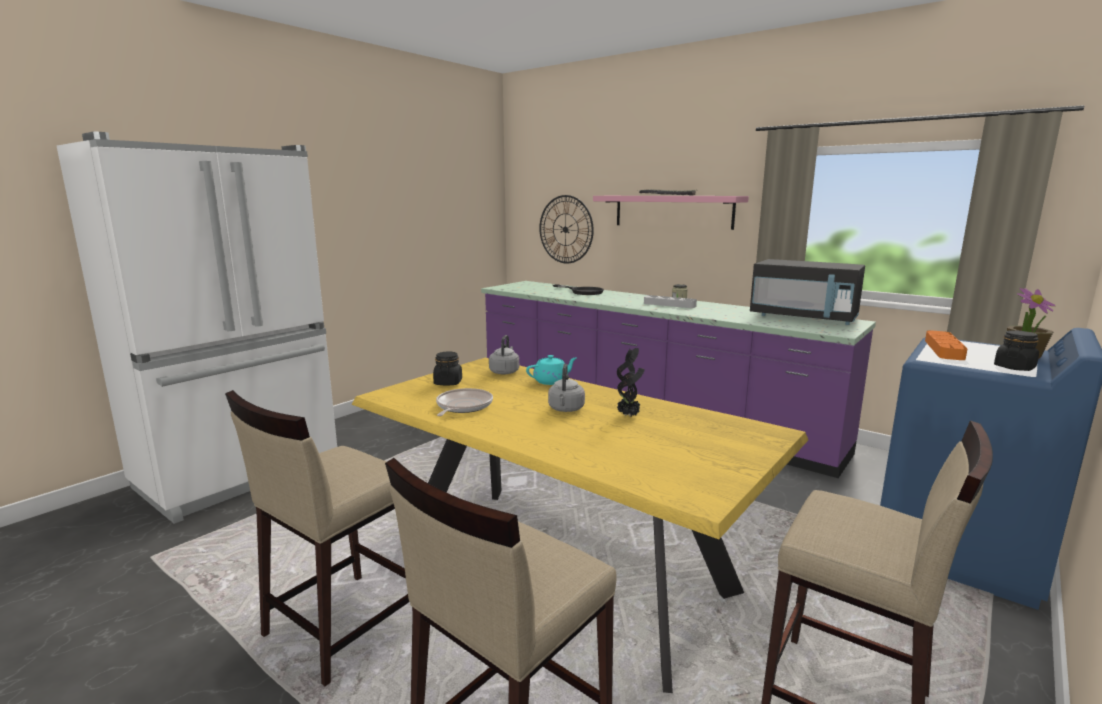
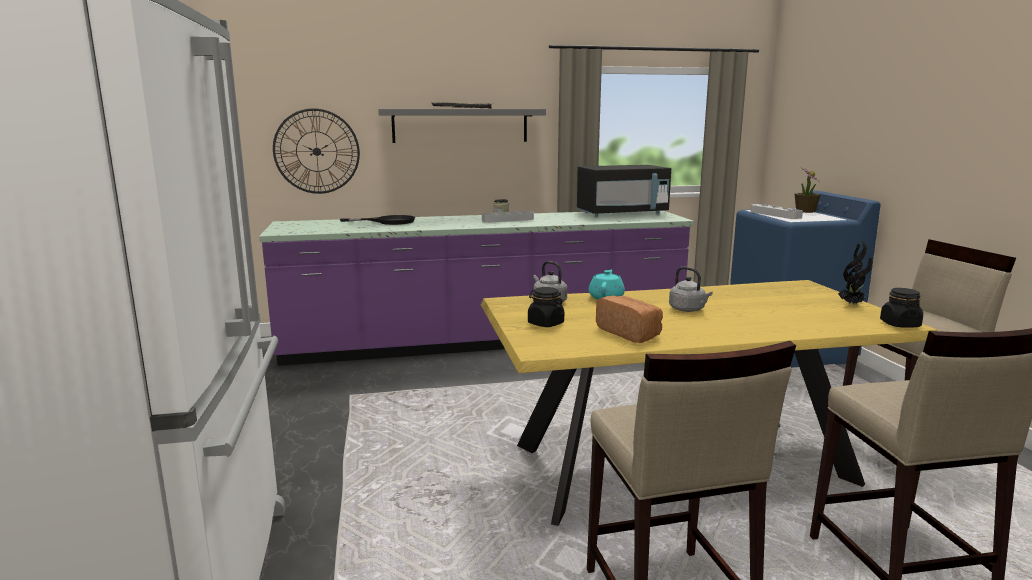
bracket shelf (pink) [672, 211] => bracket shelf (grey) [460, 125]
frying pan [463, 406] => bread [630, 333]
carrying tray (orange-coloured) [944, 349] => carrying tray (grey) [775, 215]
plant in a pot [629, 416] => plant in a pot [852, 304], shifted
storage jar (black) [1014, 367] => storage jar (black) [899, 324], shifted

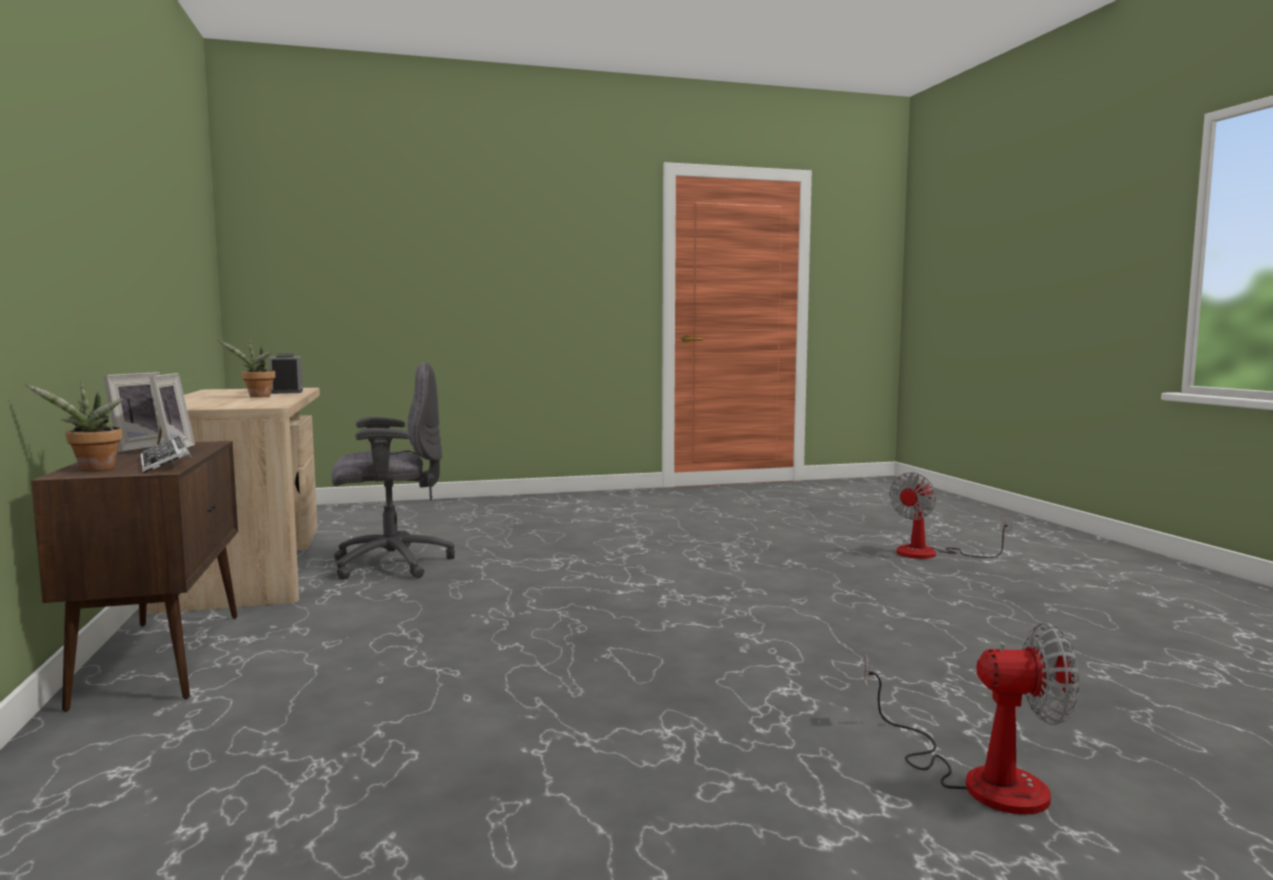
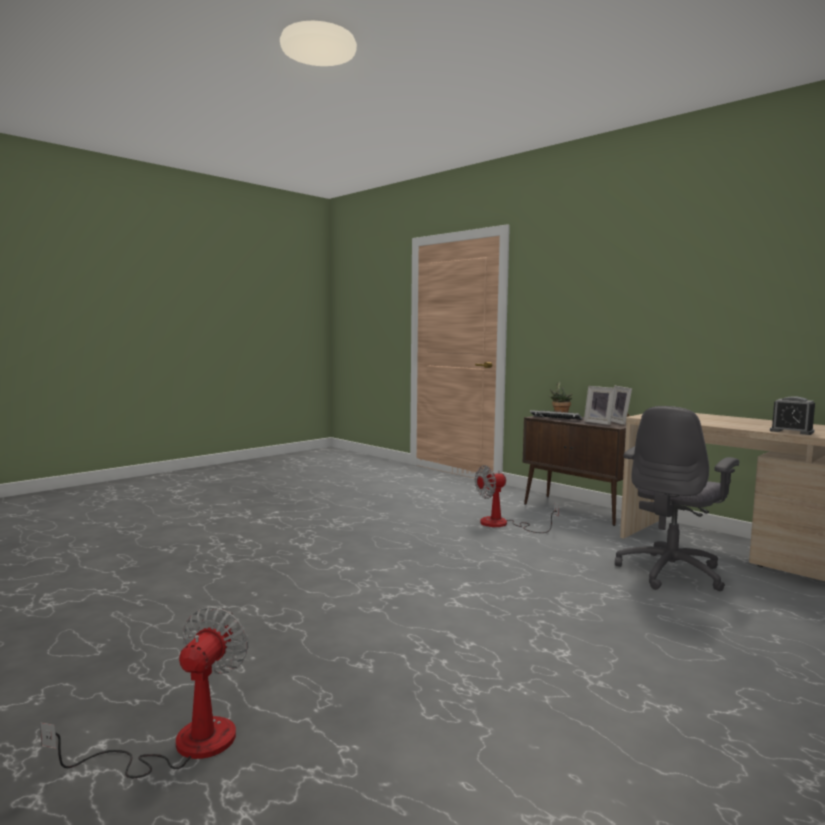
cooling fan [980, 778] => cooling fan [503, 524], shifted
plant in a pot [257, 397] => nothing

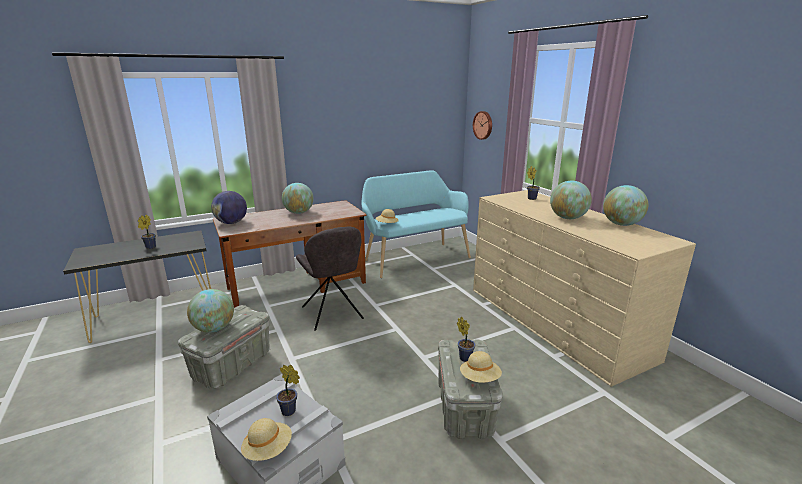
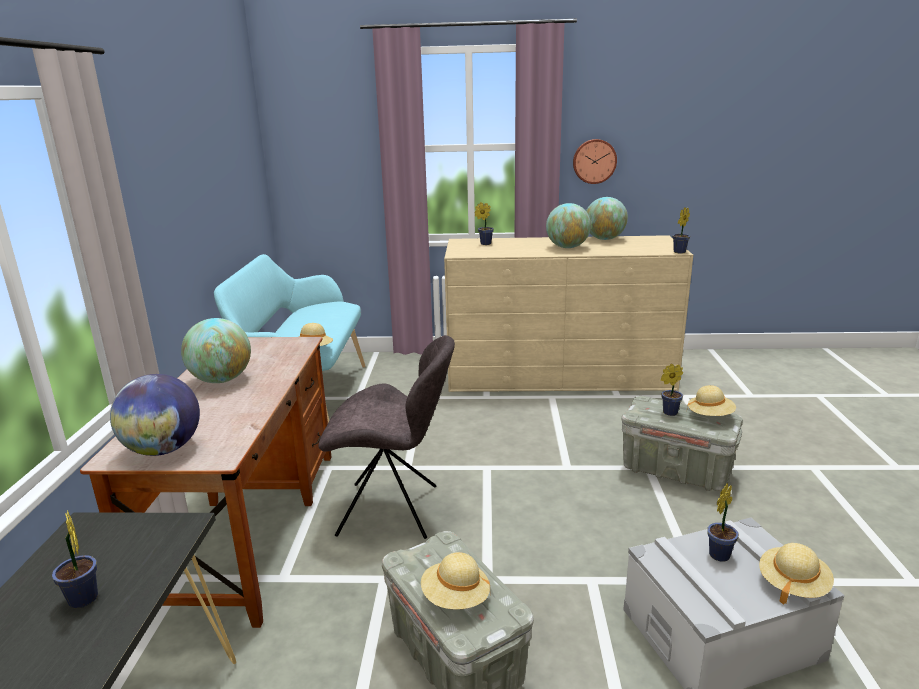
world globe [214, 329] => hat (beige-coloured) [455, 598]
hanging clock [483, 125] => hanging clock [594, 161], shifted
nothing => plant in a pot [678, 252]

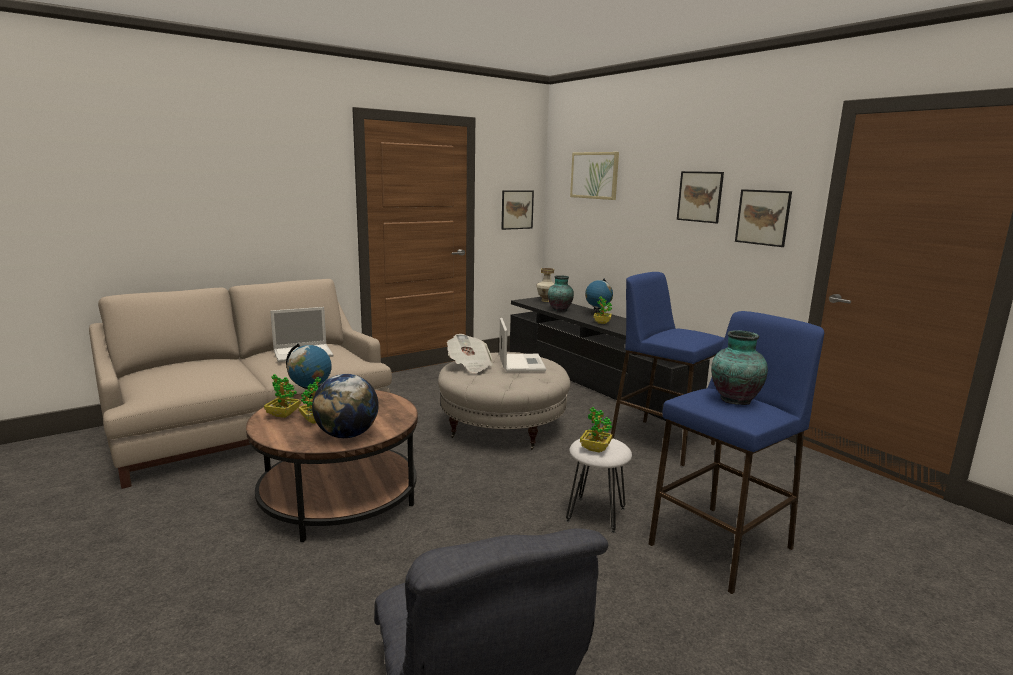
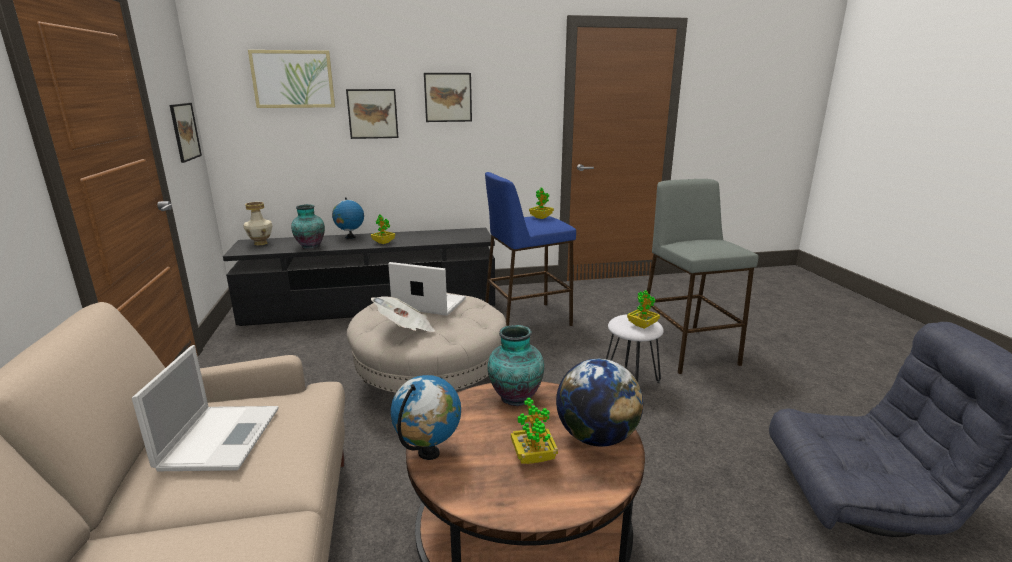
wall art [762, 217] => wall art [372, 114], shifted
decorative vase [734, 399] => decorative vase [514, 397], shifted
plant in a pot [283, 415] => plant in a pot [541, 217], shifted
stool seat (bluish) [721, 546] => stool seat (grey) [687, 349]

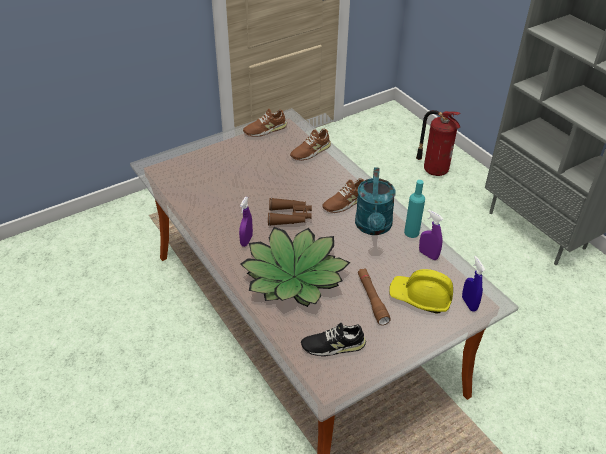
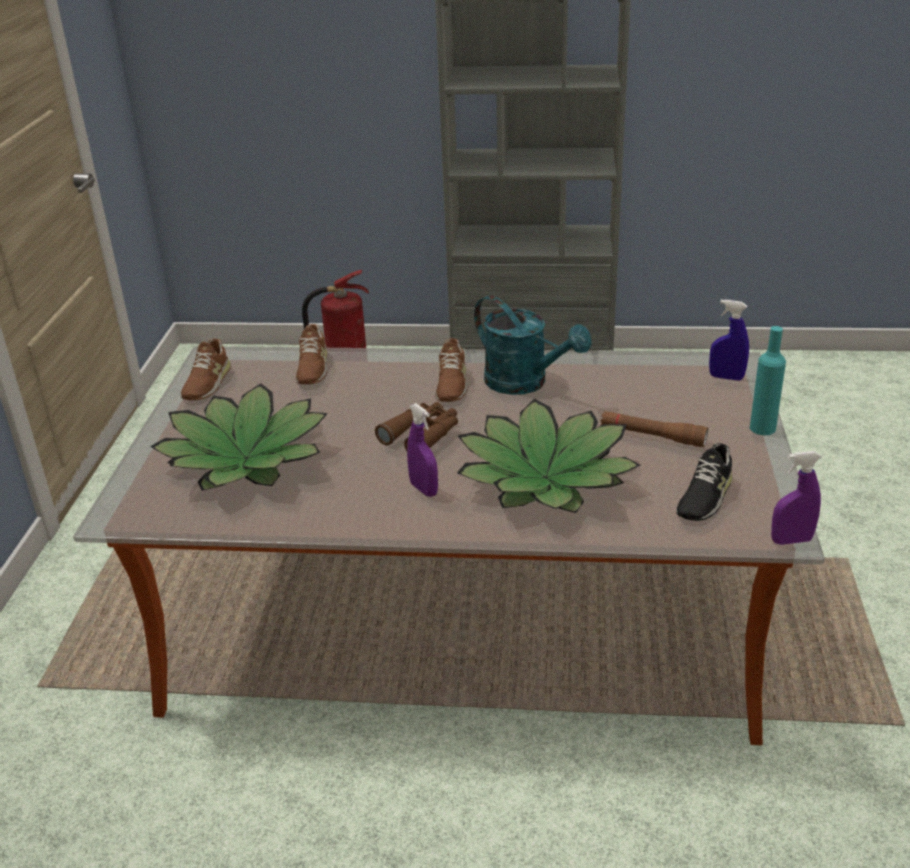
nothing => plant in a pot [245, 458]
bottle (turquoise-coloured) [411, 232] => bottle (turquoise-coloured) [762, 428], shifted
spray bottle (purple) [428, 255] => spray bottle (purple) [791, 540], shifted
work helmet (yellow-coloured) [420, 297] => nothing

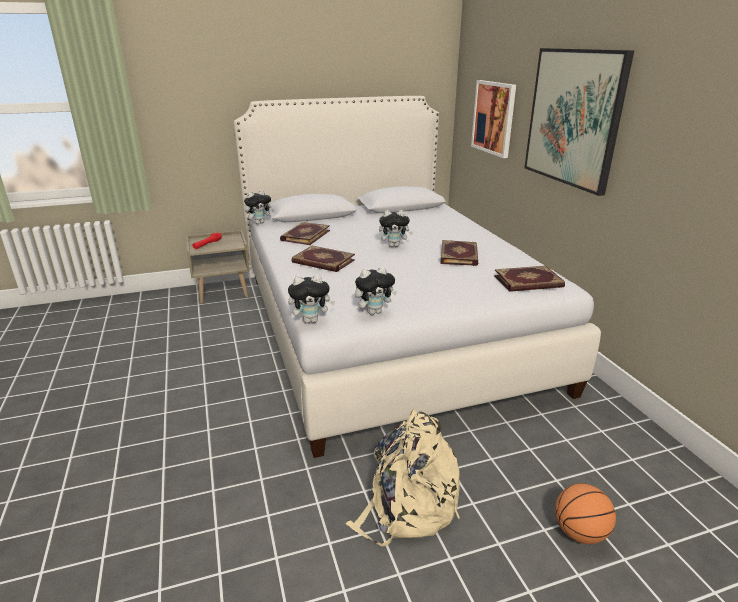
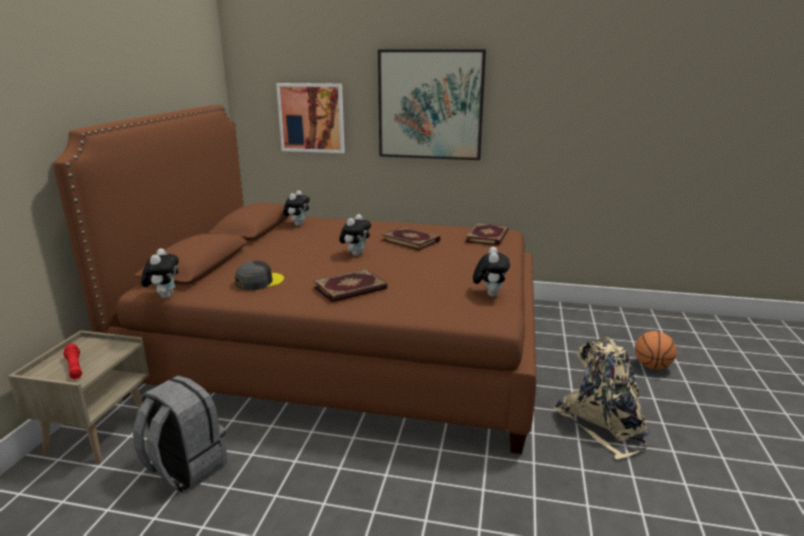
bedroom bed (whitish) [385, 328] => bedroom bed (brown) [346, 349]
nothing => knapsack (grey) [185, 468]
bound book [305, 235] => baseball cap (grey) [259, 282]
plush toy [311, 320] => plush toy [297, 225], shifted

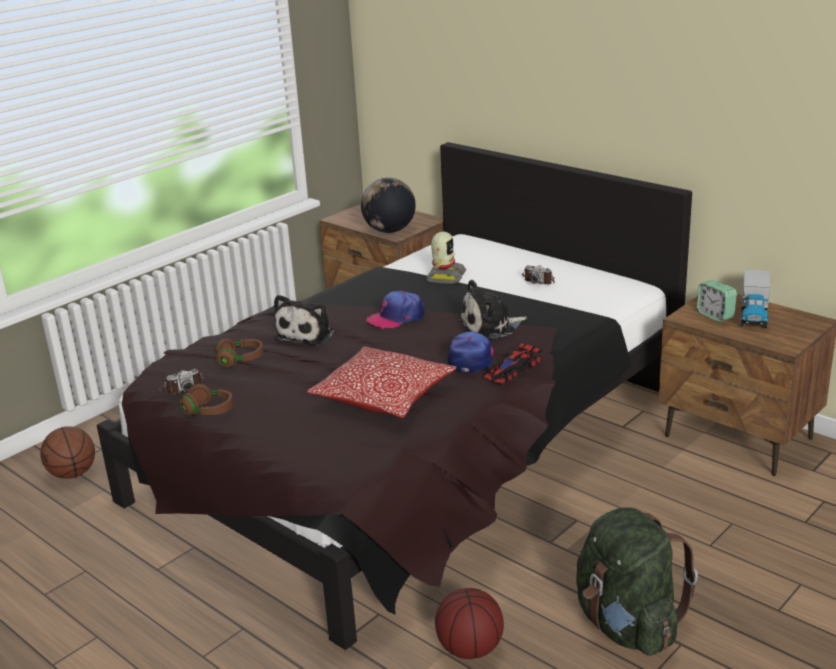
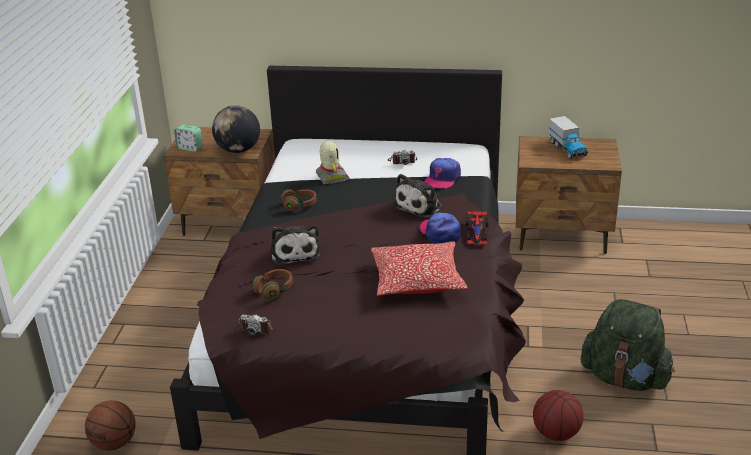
table clock [715, 315] => table clock [190, 148], shifted
still camera [182, 387] => still camera [256, 327], 75 degrees clockwise
pair of headphones (brown) [209, 411] => pair of headphones (brown) [299, 205], shifted
baseball cap [396, 317] => baseball cap [442, 178], shifted

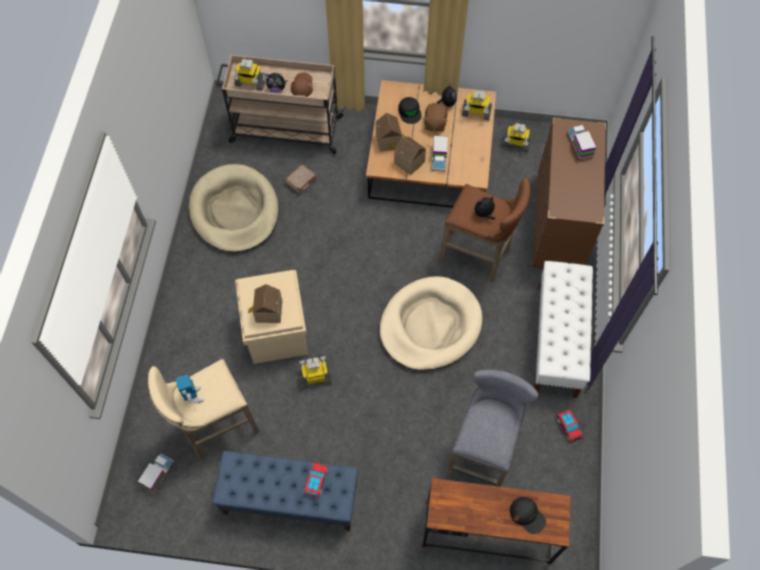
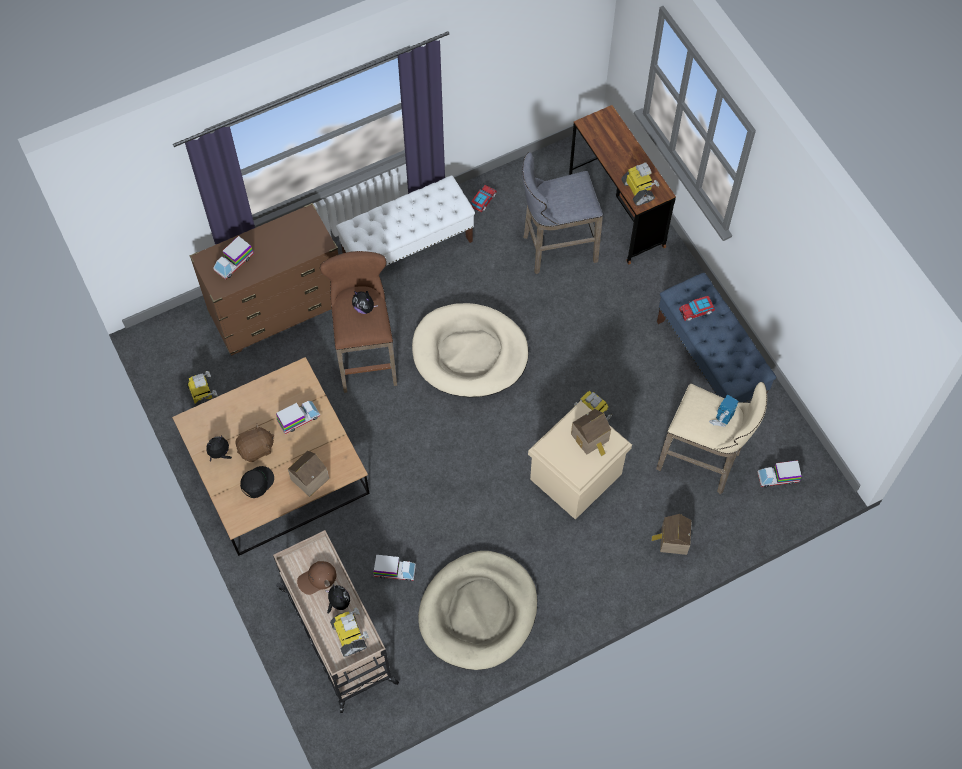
bound book (brown) [302, 181] => toy truck [395, 571]
robot figure [476, 113] => robot figure [638, 190], shifted
miniature house [410, 161] => miniature house [672, 541], shifted
baseball cap (black) [527, 515] => nothing

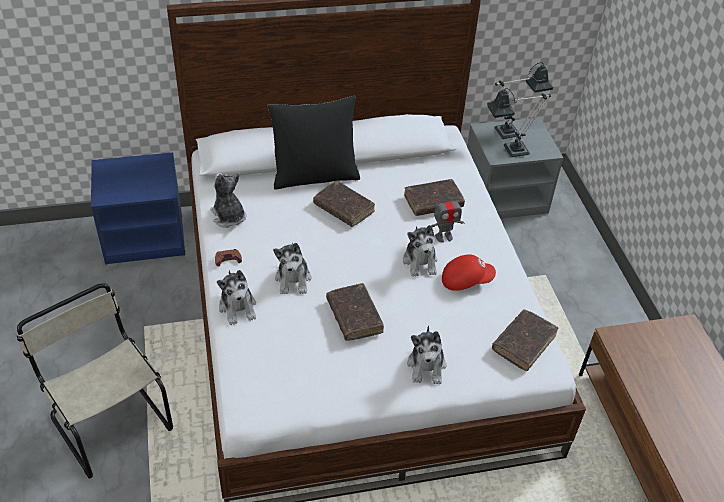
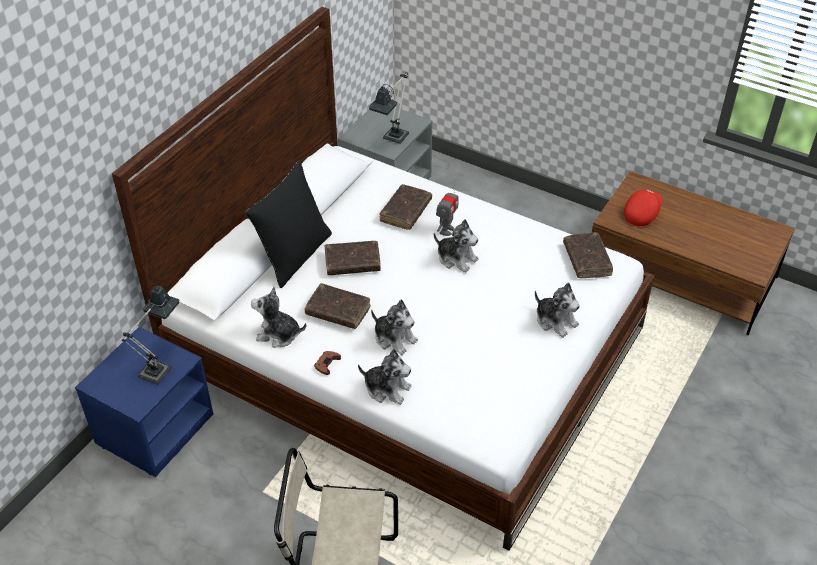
table lamp [512, 131] => table lamp [159, 367], shifted
bound book (brown) [354, 317] => bound book (brown) [338, 311], shifted
baseball cap (reddish) [466, 280] => baseball cap (reddish) [641, 213], shifted

